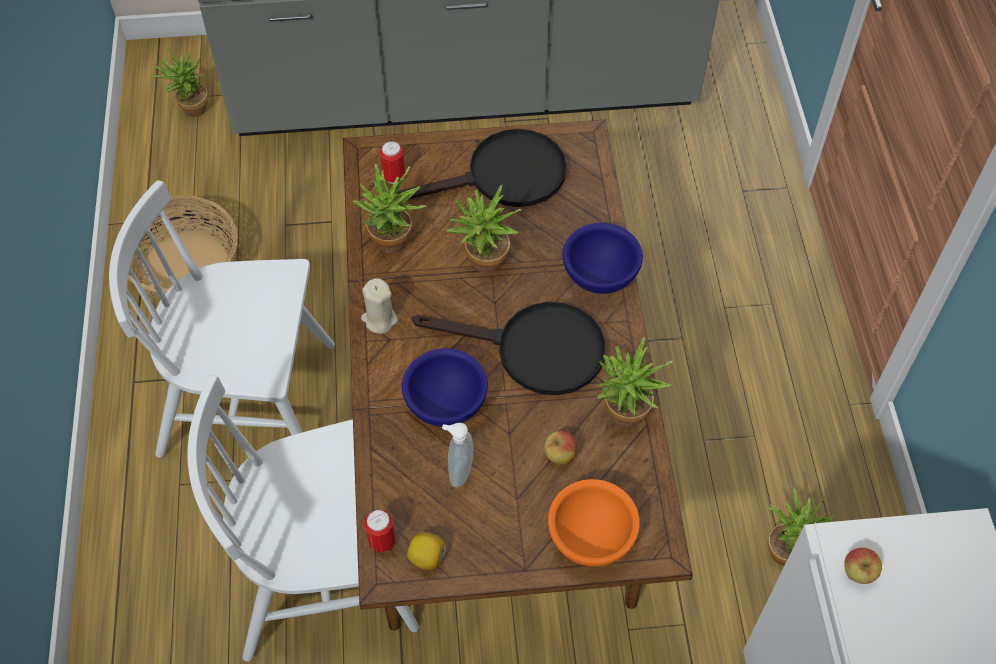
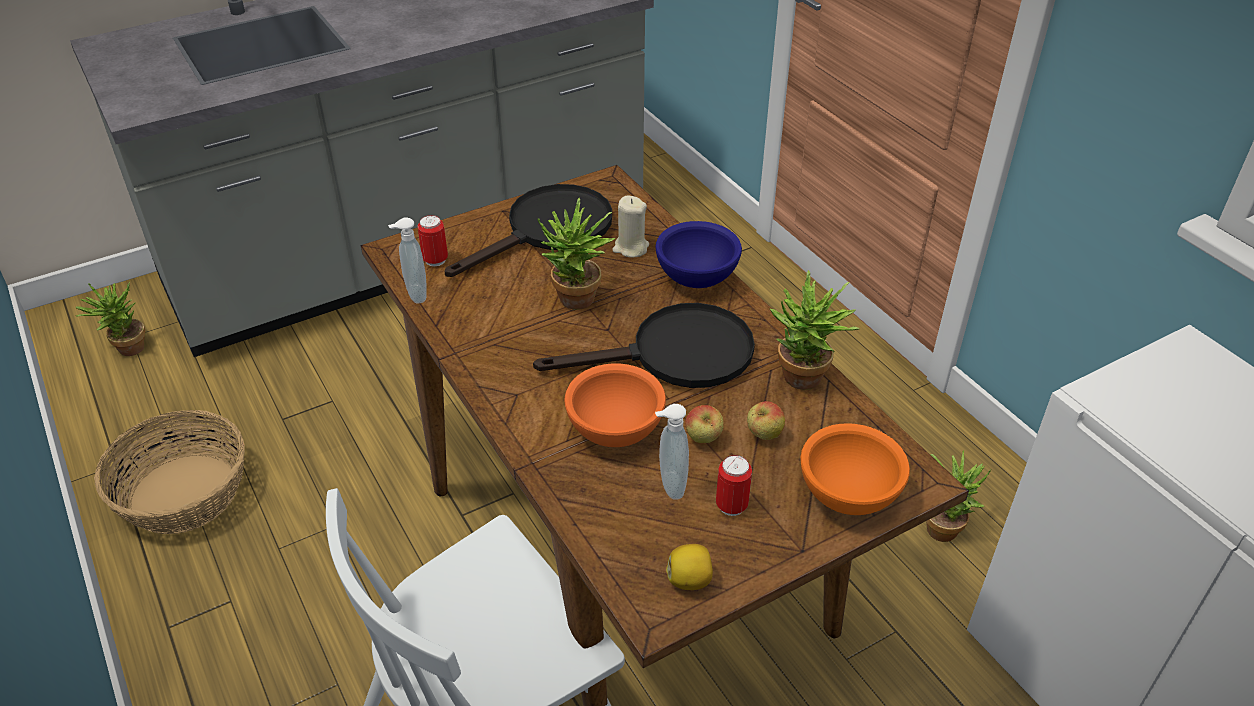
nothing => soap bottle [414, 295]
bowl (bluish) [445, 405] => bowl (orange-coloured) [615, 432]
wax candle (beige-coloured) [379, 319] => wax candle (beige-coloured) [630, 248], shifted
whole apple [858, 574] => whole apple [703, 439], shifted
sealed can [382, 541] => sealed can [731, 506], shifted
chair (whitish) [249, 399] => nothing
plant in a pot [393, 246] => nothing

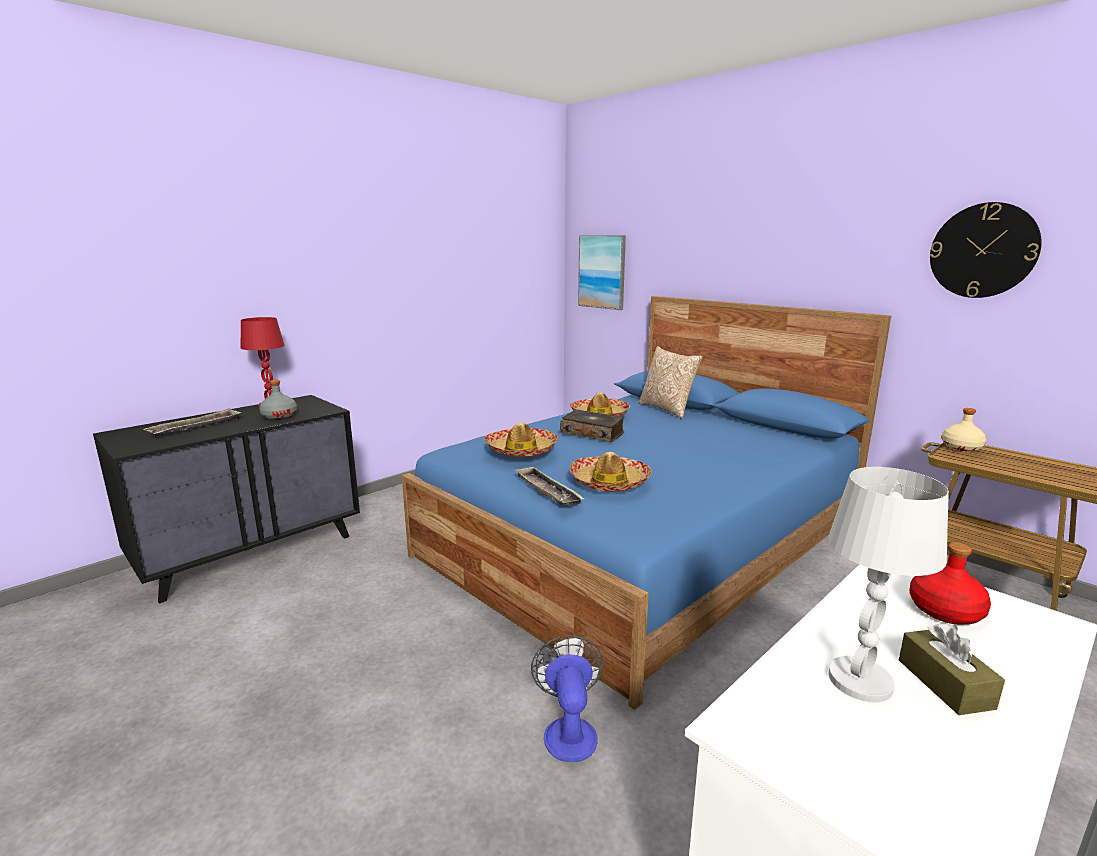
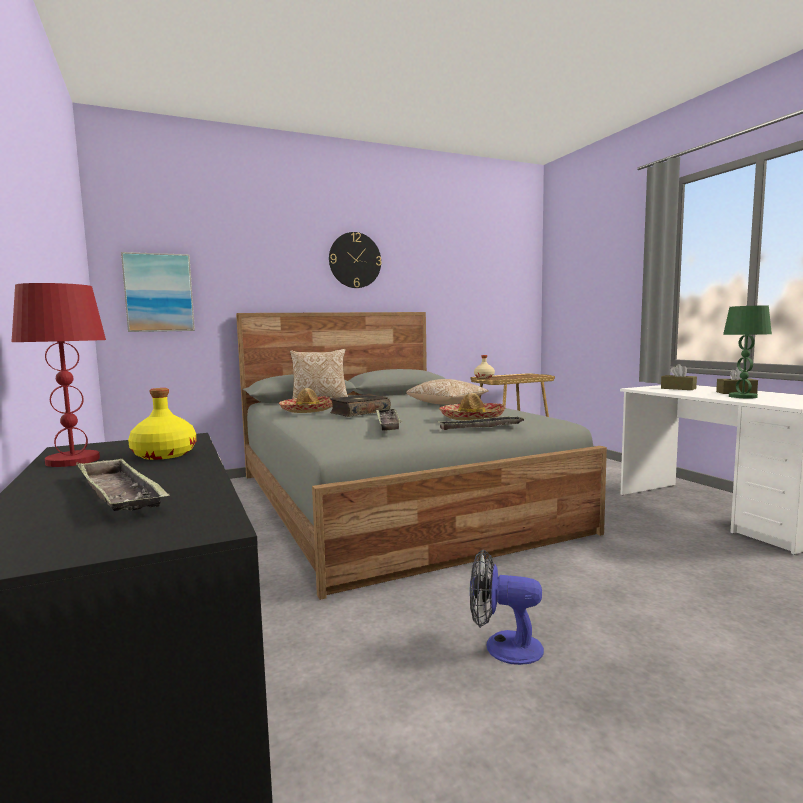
bottle (grey) [279, 416] => bottle (yellow-coloured) [163, 454]
bedroom bed (bluish) [644, 541] => bedroom bed (grey) [392, 500]
hanging clock [983, 250] => hanging clock [355, 260], shifted
hat [521, 450] => carrying tray [388, 423]
nothing => throw pillow [447, 404]
cooling fan [569, 730] => cooling fan [503, 646], shifted
bottle (reddish) [946, 611] => tissue box (brown) [678, 388]
table lamp (whitish) [860, 681] => table lamp (green-coloured) [743, 396]

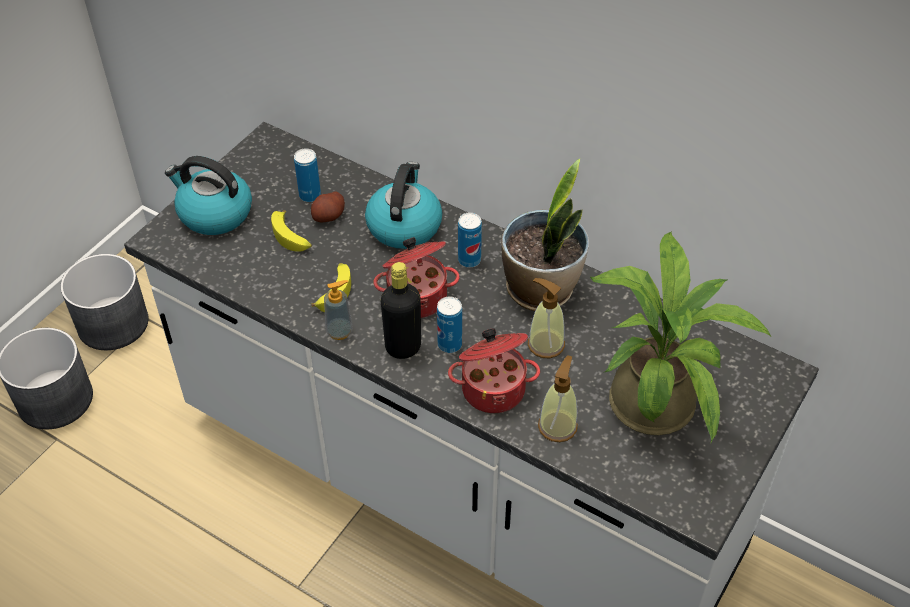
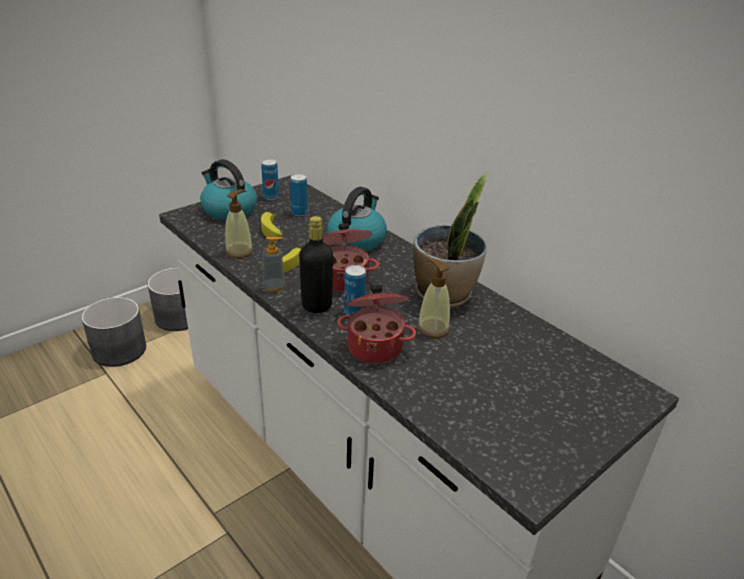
soap bottle [557, 426] => soap bottle [239, 251], shifted
sealed can [469, 260] => sealed can [271, 197], shifted
spud [329, 216] => nothing
plant in a pot [655, 396] => nothing

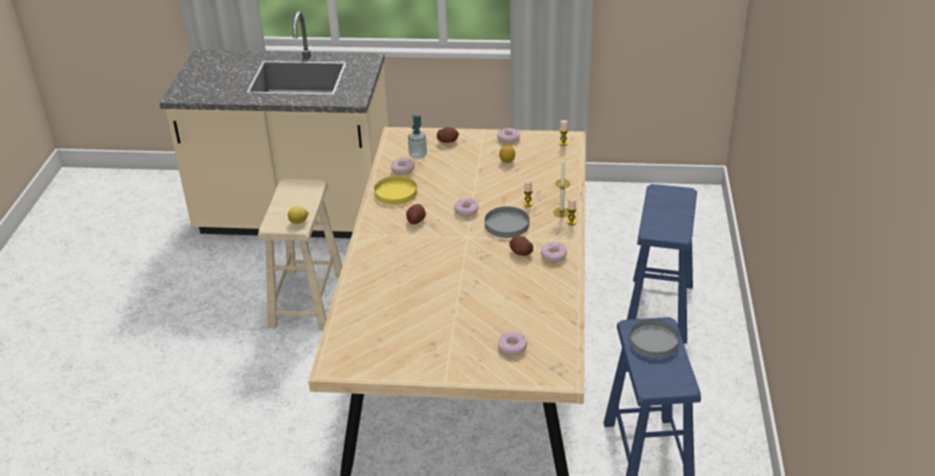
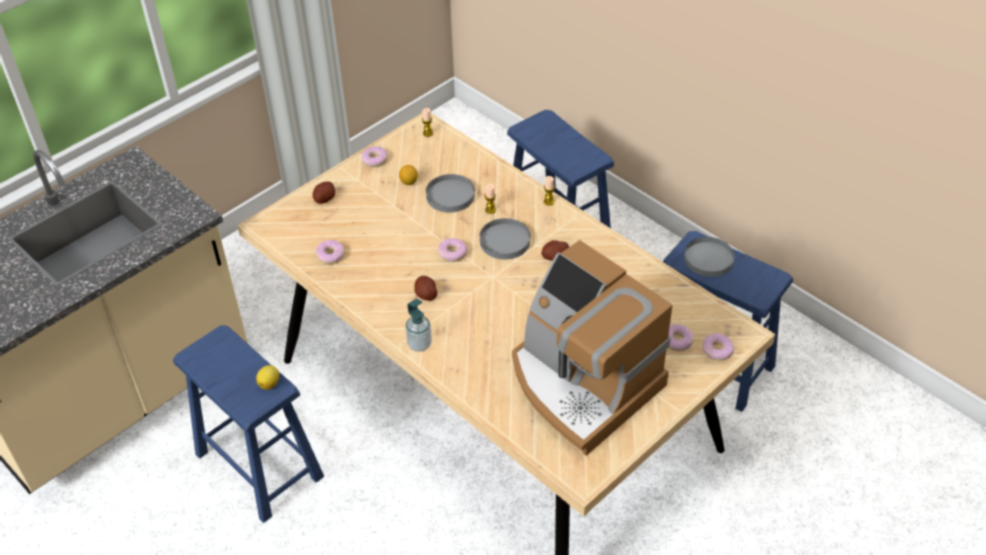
stool seat (beige-coloured) [306, 300] => stool seat (bluish) [259, 466]
soap bottle [418, 155] => soap bottle [419, 344], shifted
nothing => dinner plate (grey) [450, 196]
nothing => coffee maker [582, 383]
doughnut [553, 256] => doughnut [717, 350], shifted
dinner plate (yellow-coloured) [396, 192] => nothing
wax candle [561, 212] => nothing

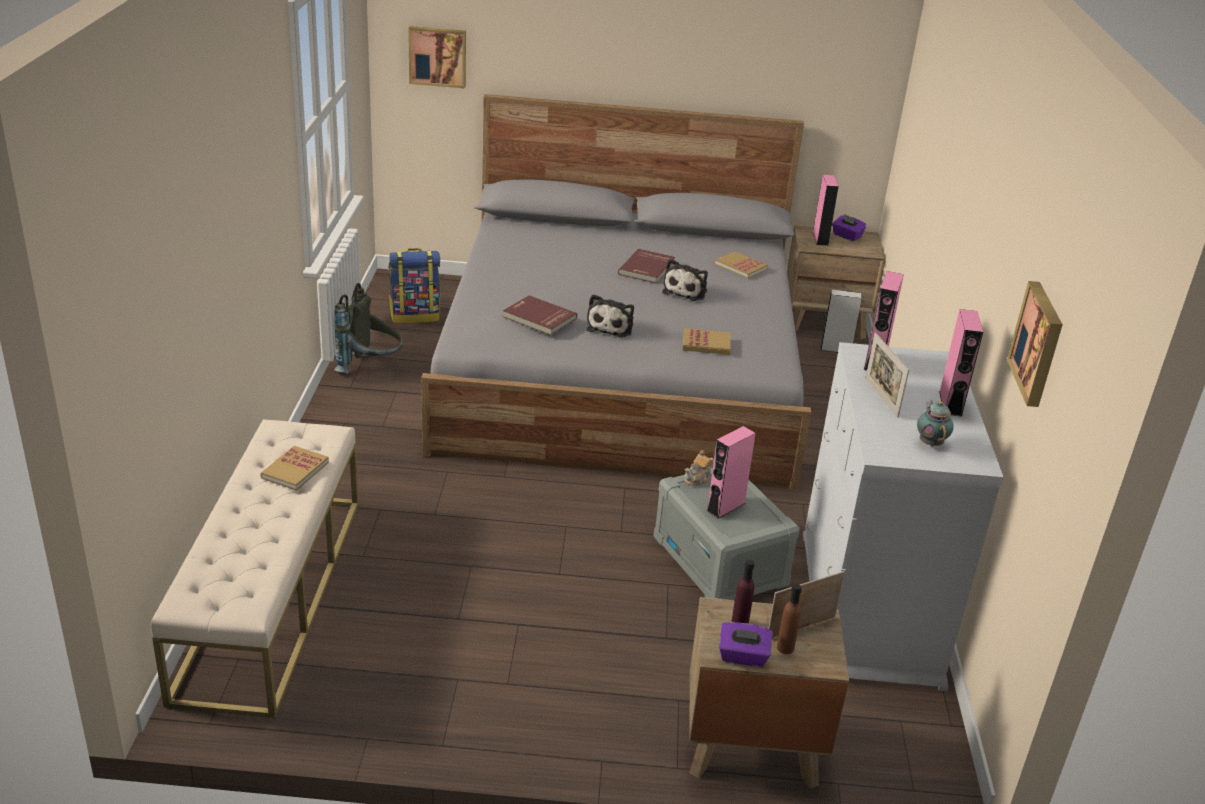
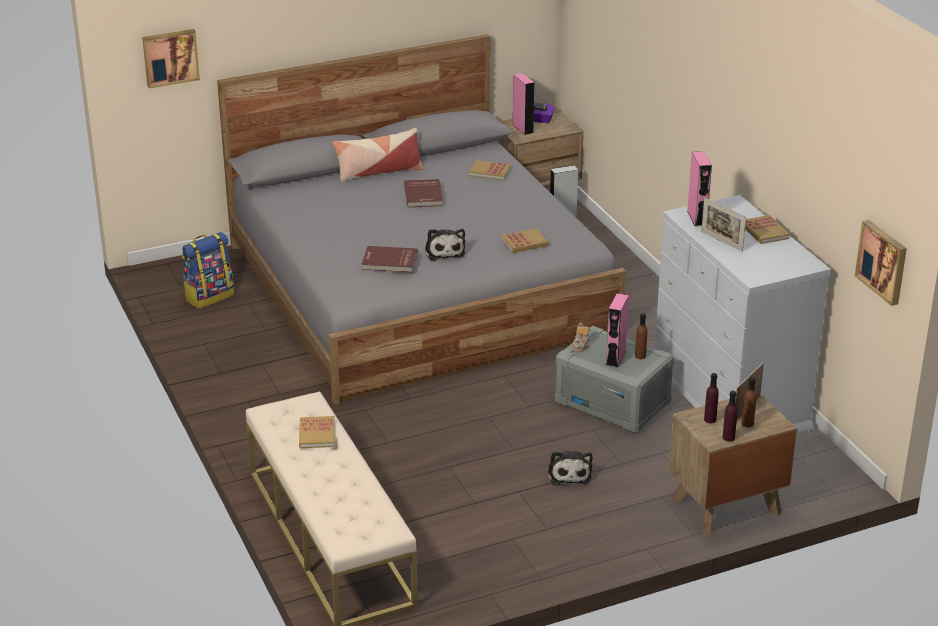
nothing => throw pillow [378, 172]
plush toy [686, 291] => plush toy [569, 474], shifted
nothing => bottle (brown) [640, 356]
tissue box (purple) [742, 657] => bottle (purple) [728, 438]
loudspeaker (pink) [950, 403] => bound book [764, 231]
wall art [1039, 343] => wall art [883, 261], shifted
knapsack (grey) [370, 368] => nothing
tea pot [930, 442] => nothing

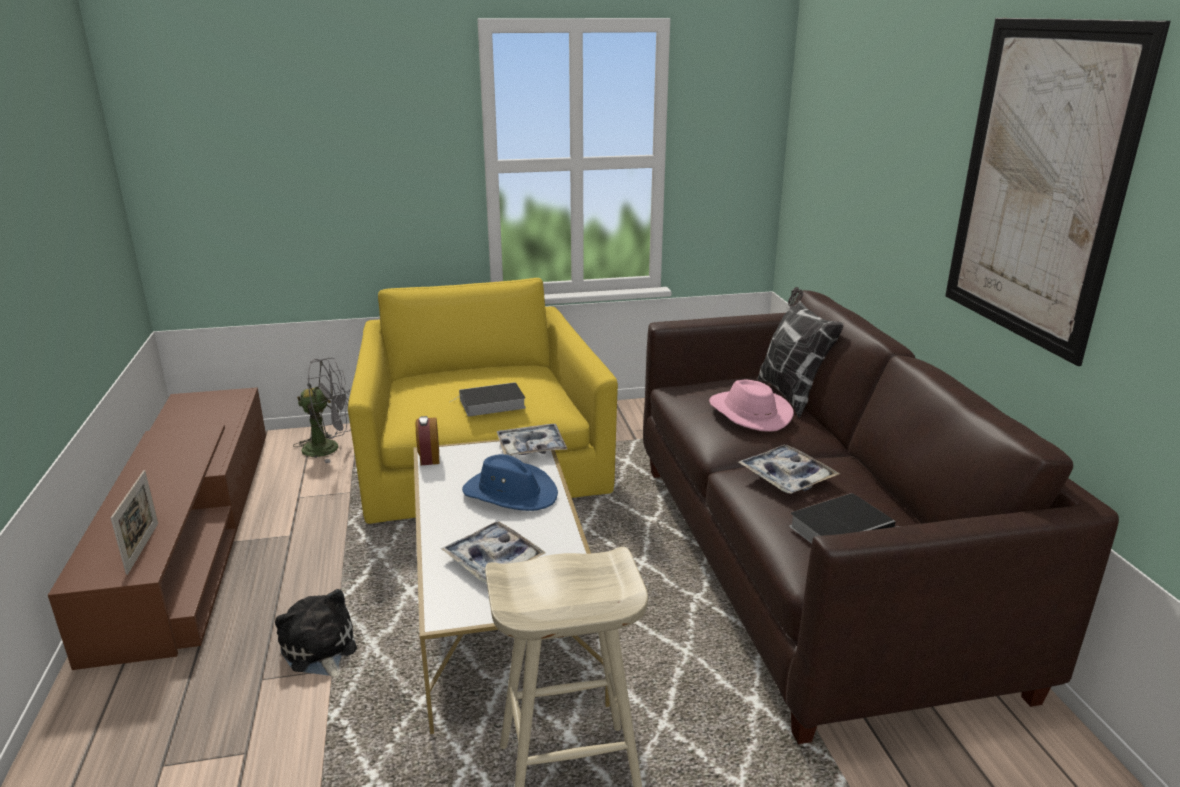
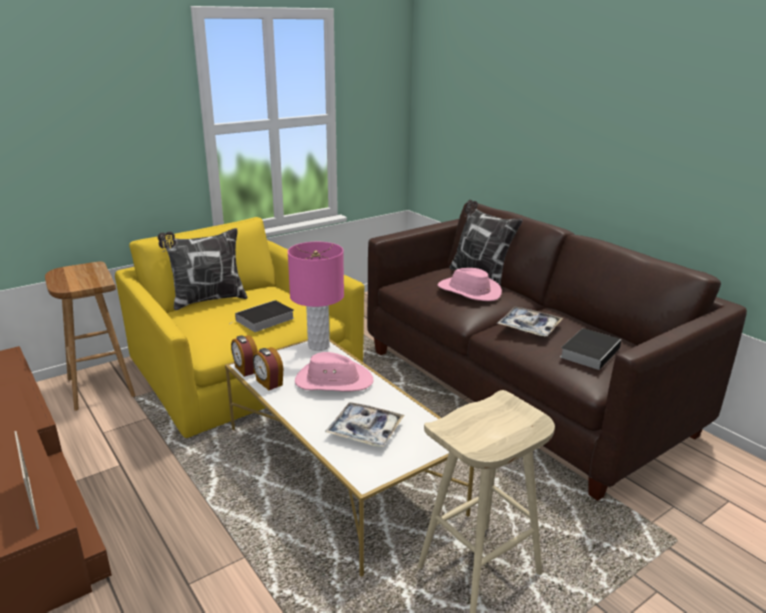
cooling fan (grey) [329, 448] => stool seat (brown) [99, 387]
nothing => throw pillow [207, 300]
nothing => table clock [268, 383]
carrying tray [531, 447] => table lamp (pink) [319, 346]
hat (bluish) [510, 493] => hat (pink) [333, 381]
plush toy [320, 651] => nothing
wall art [1038, 184] => nothing

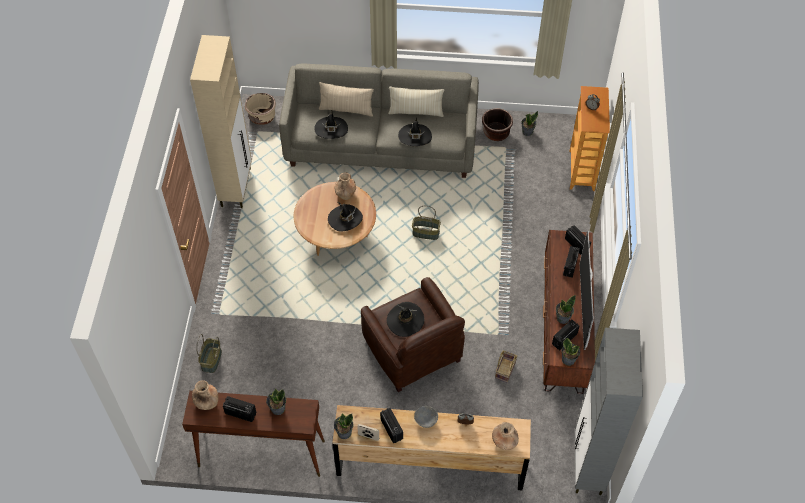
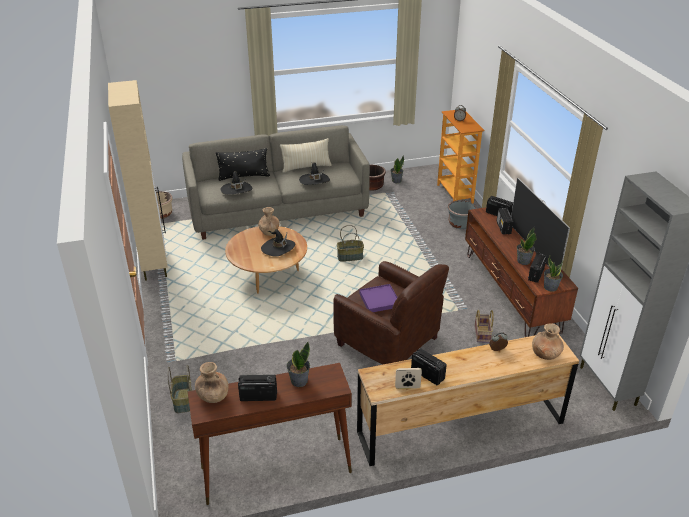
throw pillow (beige-coloured) [346, 109] => throw pillow (black) [244, 176]
hat (black) [405, 320] => carrying tray (purple) [379, 300]
nothing => planter (grey) [460, 224]
plant in a pot [344, 432] => nothing
bowl (grey) [426, 421] => nothing

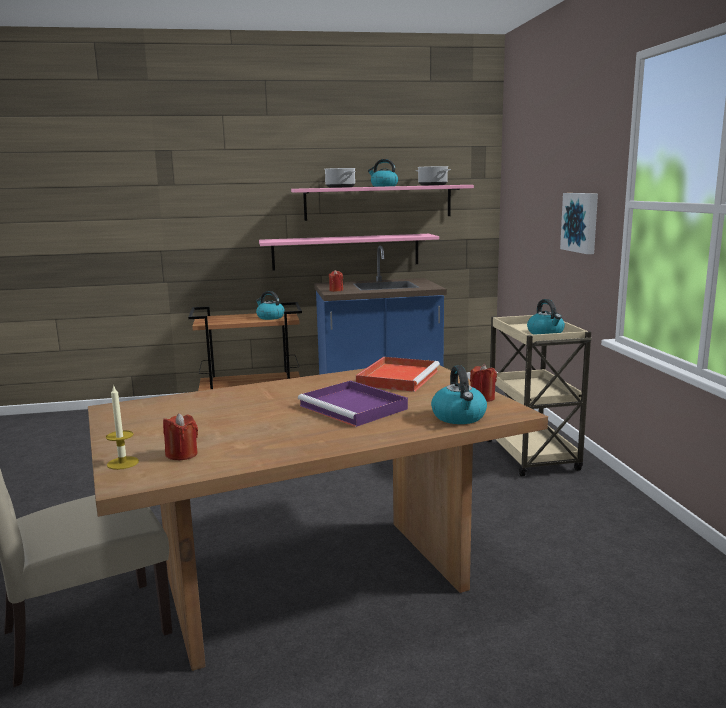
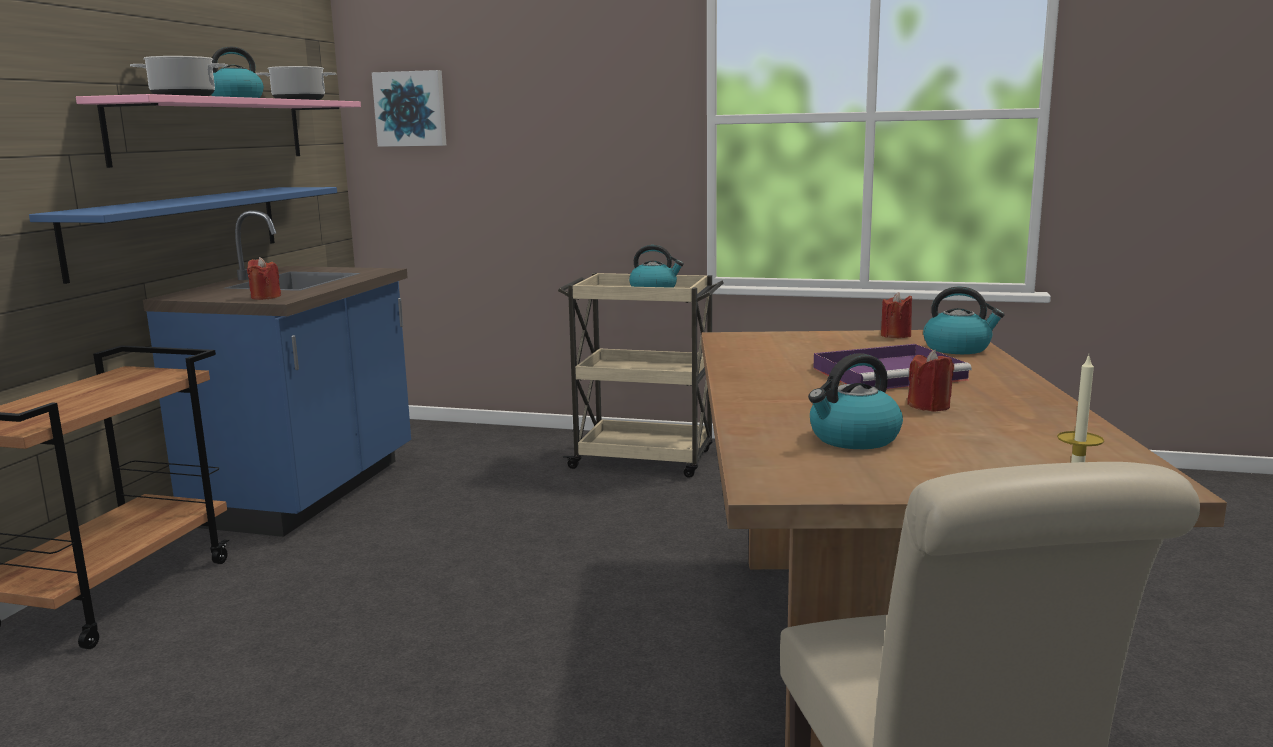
bracket shelf (pink) [346, 251] => bracket shelf (bluish) [179, 229]
wall art [581, 222] => wall art [411, 109], shifted
kettle [270, 317] => kettle [853, 438], shifted
wax candle (reddish) [182, 454] => wax candle (reddish) [929, 406], shifted
carrying tray (reddish) [398, 377] => nothing

